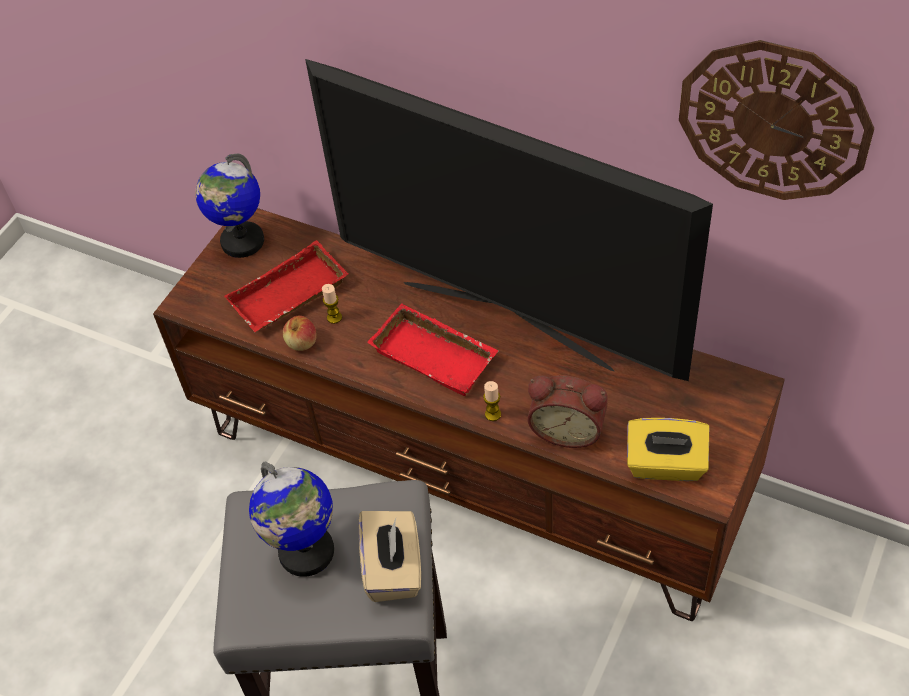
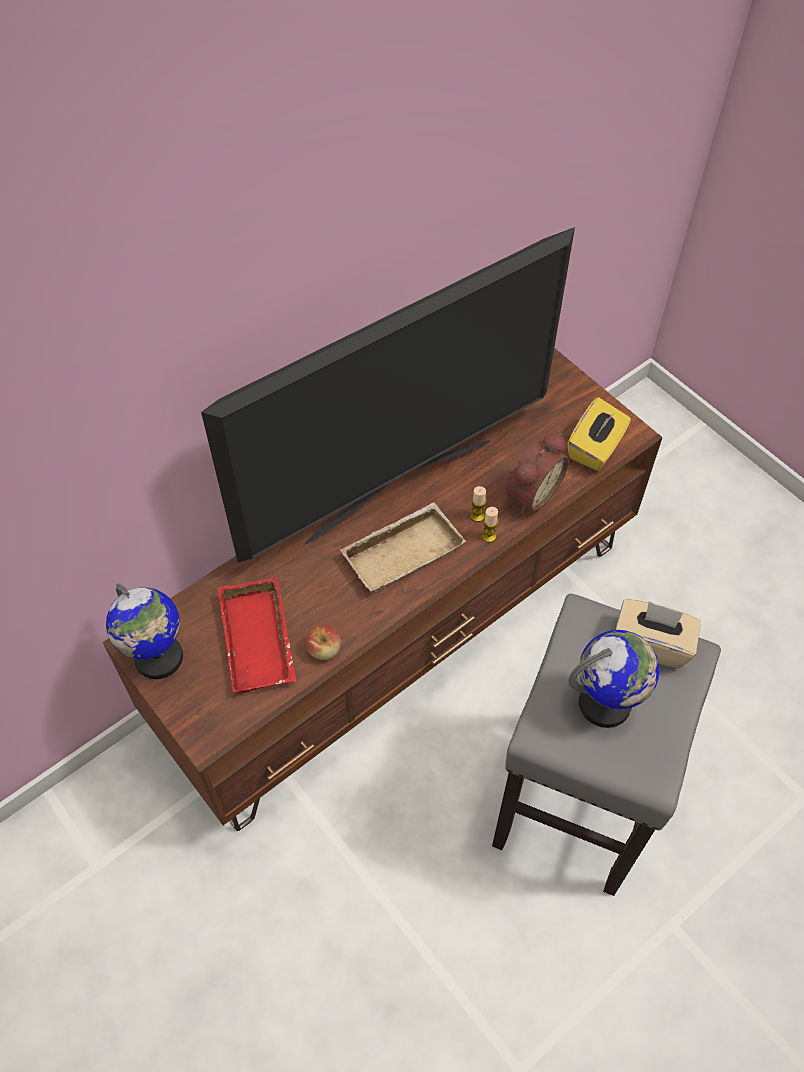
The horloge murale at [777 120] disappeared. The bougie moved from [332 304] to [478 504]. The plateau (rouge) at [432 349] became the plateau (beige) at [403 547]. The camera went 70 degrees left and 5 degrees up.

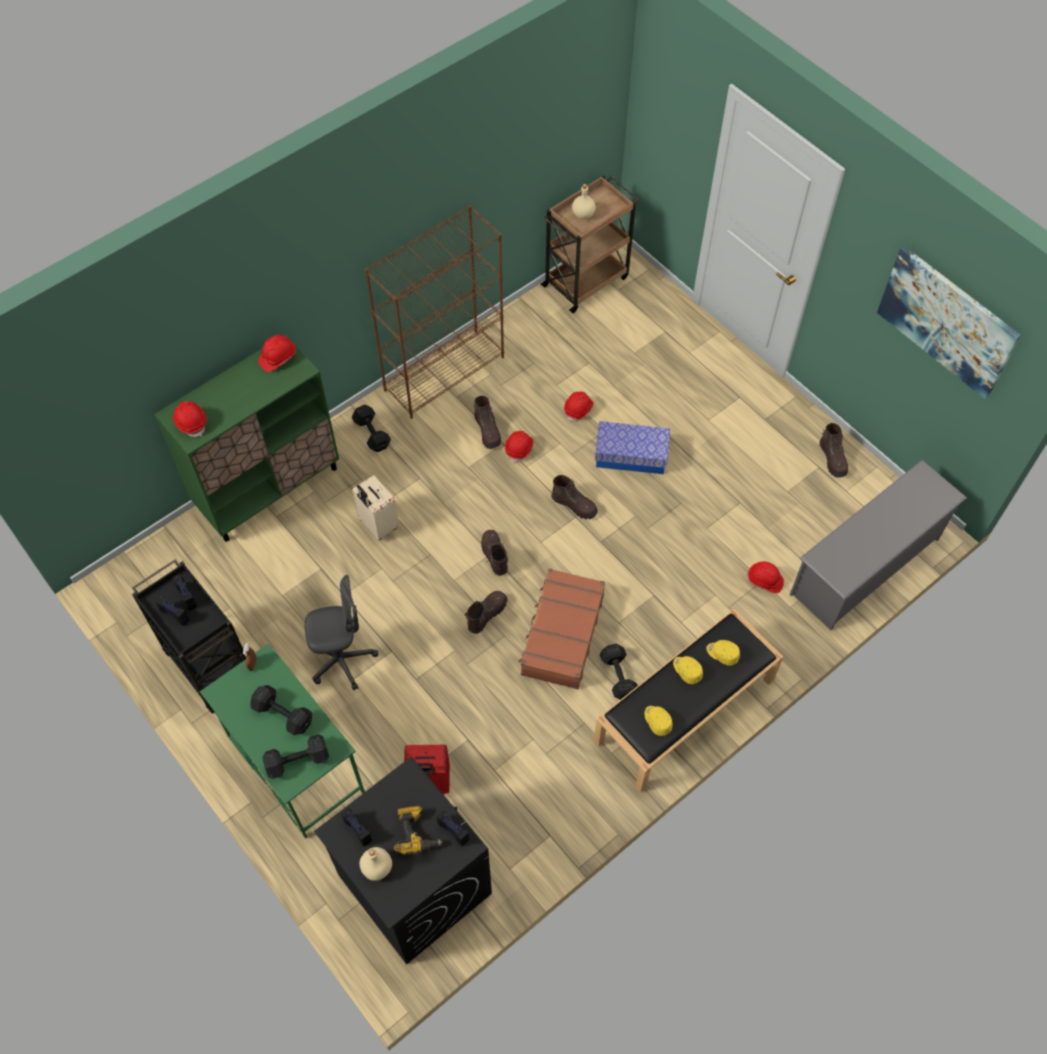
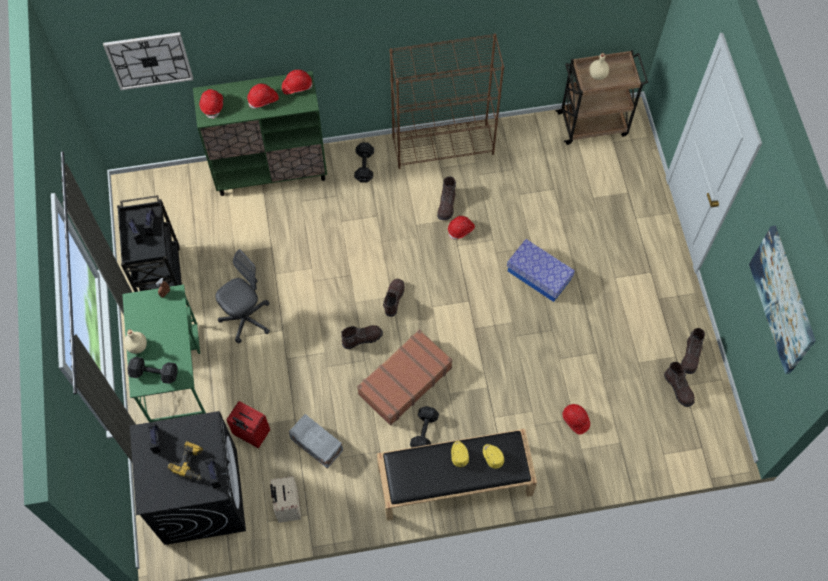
The casque de chantier (rouge) moved from [579 407] to [263 96]. The étagère à chaussures (gris) at [878 545] disappeared. The valise (beige) moved from [375 507] to [285 499]. The botte (marron) moved from [574 497] to [679 384]. The chaise de bureau (gris) at [341 632] turned 60 degrees counterclockwise. The haltère (noir) at [281 710] disappeared. The casquette (jaune) at [659 721] disappeared. The bouteille (beige) moved from [375 864] to [135 342]. The horloge murale at [148 61] appeared. The boîte de rangement (gris) at [316 441] appeared. The camera went 30 degrees right and 5 degrees up.

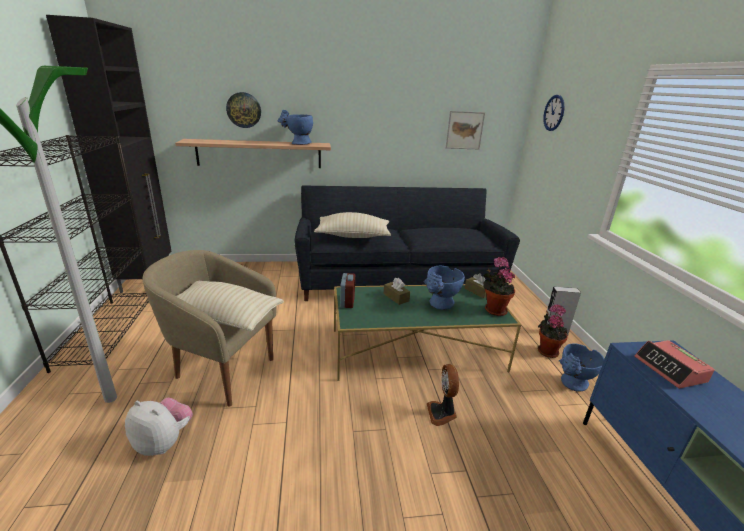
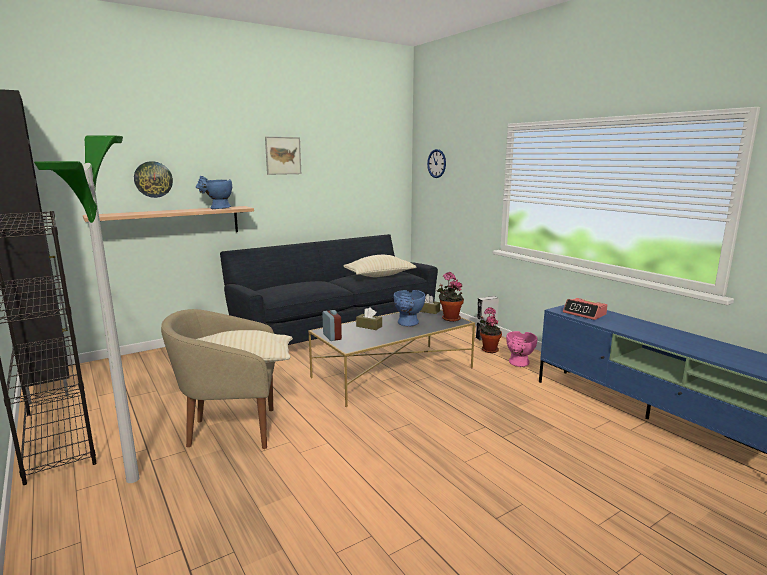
The tableau moved from [465 130] to [283 156]. The coussin (beige) moved from [352 225] to [379 266]. The table basse (vert) at [427 332] became the table basse (noir) at [391 358]. The vase (bleu) at [581 368] became the vase (rose) at [521 349]. The ventilateur at [443 395] disappeared. The peluche at [159 427] disappeared. The camera went 25 degrees left and 10 degrees down.

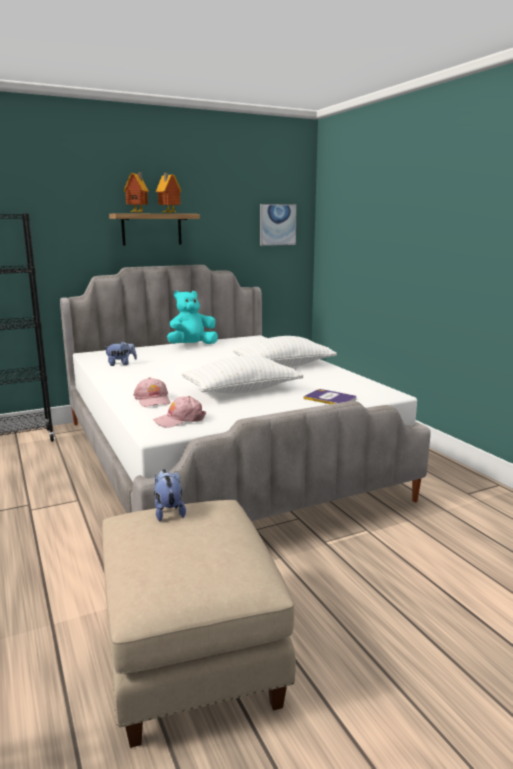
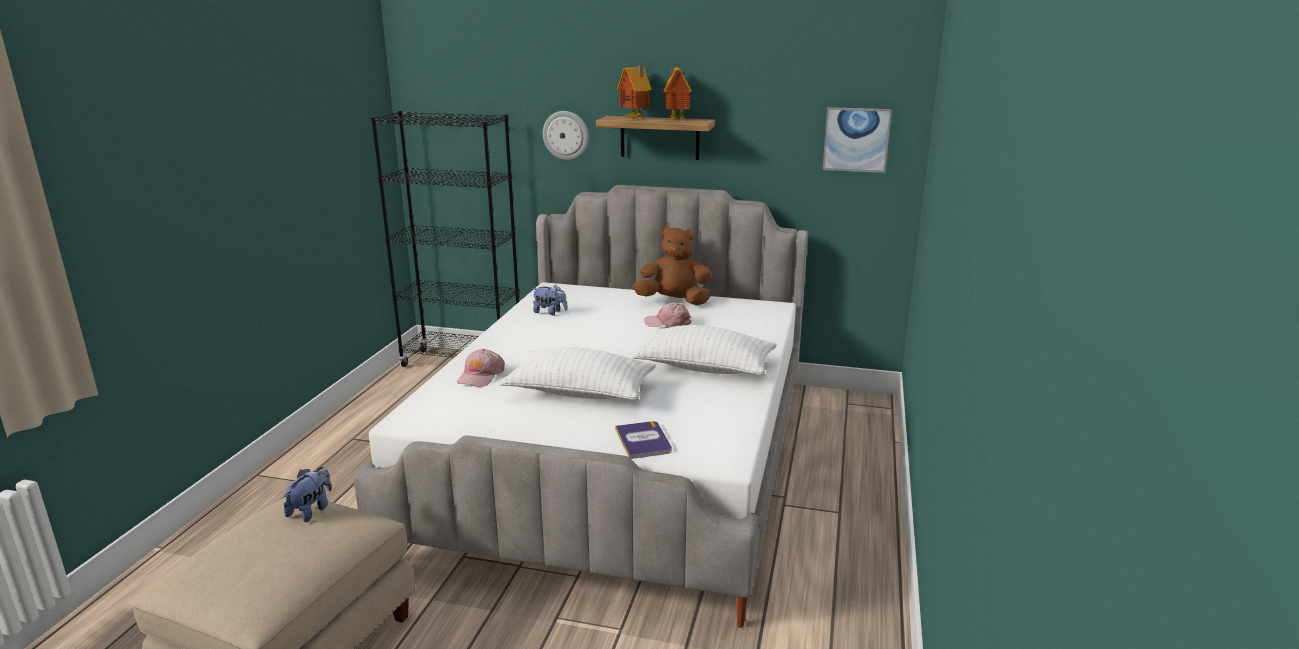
The peluche (turquoise) at [192 317] became the peluche (marron) at [672 265]. The casquette (rose) moved from [179 412] to [667 314]. The horloge murale at [566 135] appeared. The camera went 40 degrees right and 5 degrees up.

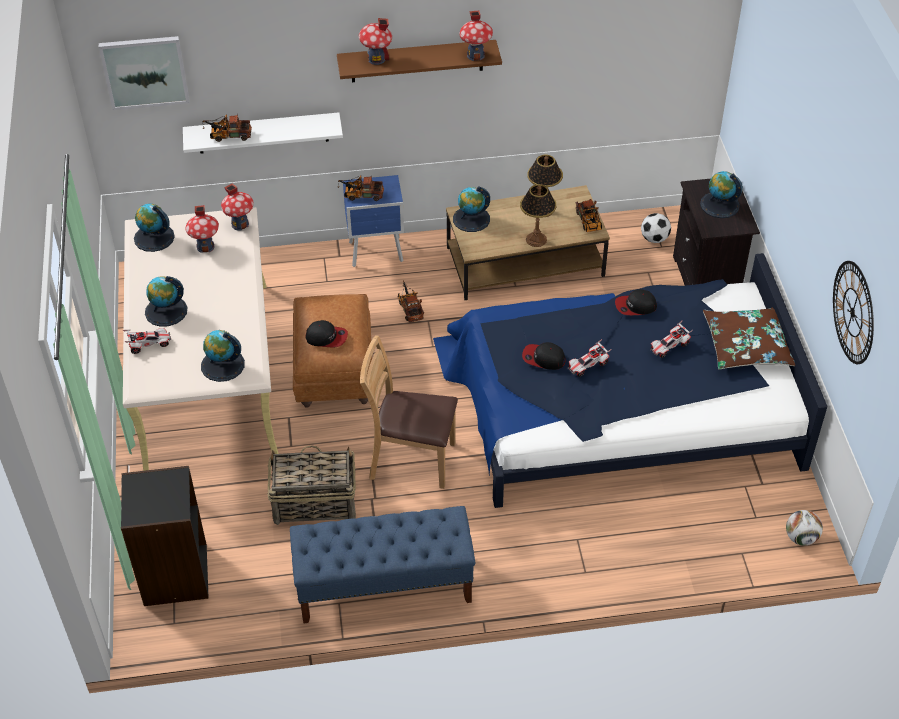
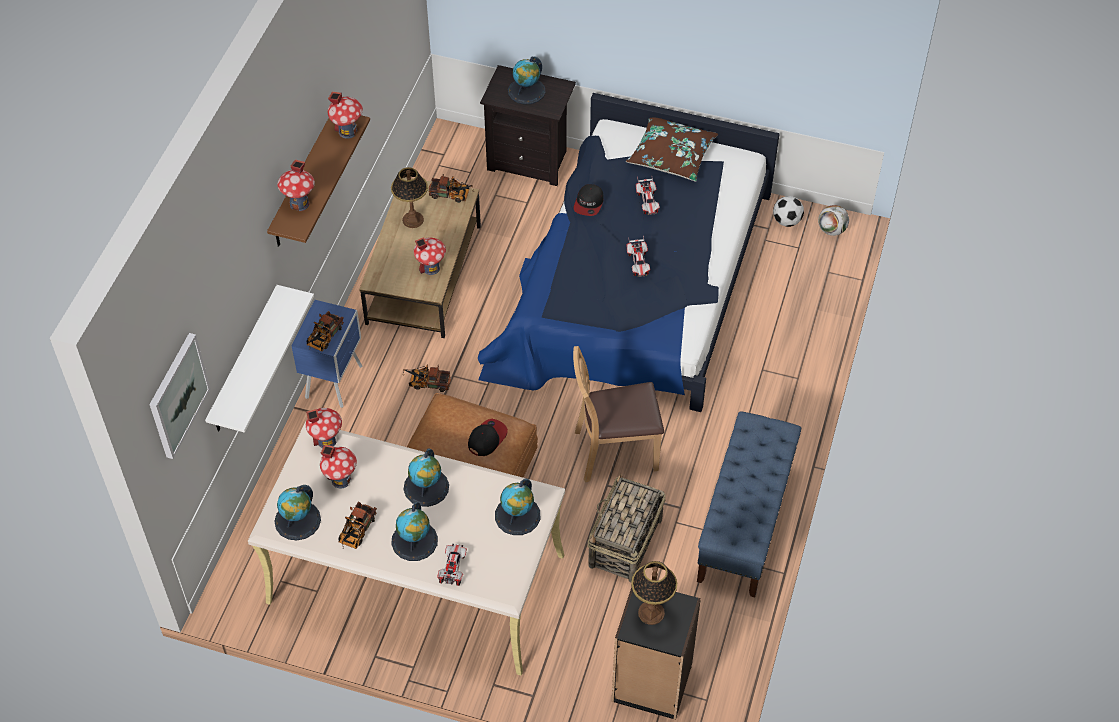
The camion jouet moved from [227 128] to [357 525]. The lampe de table moved from [538 215] to [654 593]. The globe moved from [471 209] to [426 478]. The ballon de foot moved from [656 228] to [788 211]. The horloge murale at [853 312] disappeared. The chaise (marron) at [409 412] turned 45 degrees clockwise. The casquette at [544 356] disappeared. The maison miniature at [430 256] appeared. The camera went 65 degrees left and 5 degrees up.

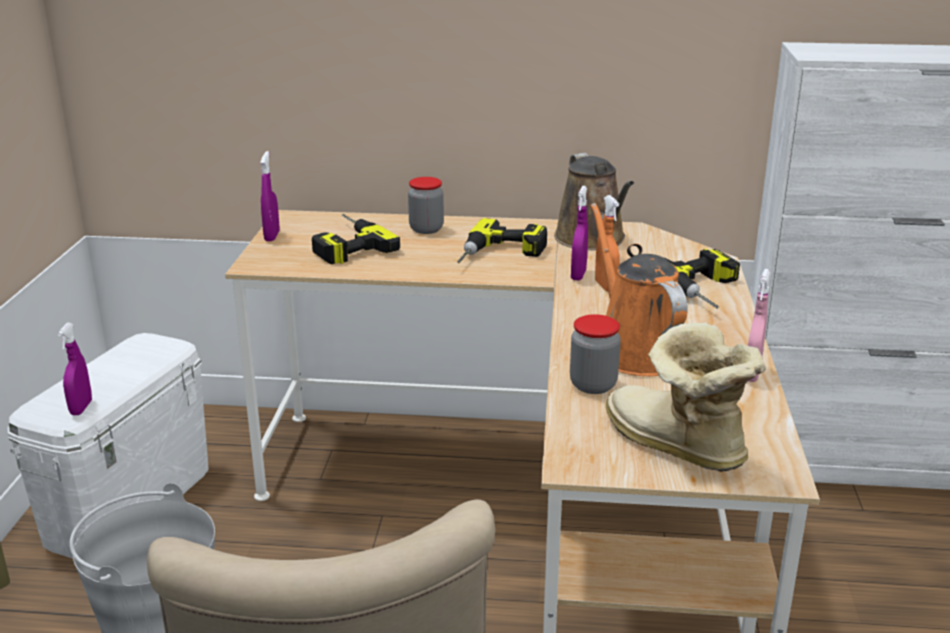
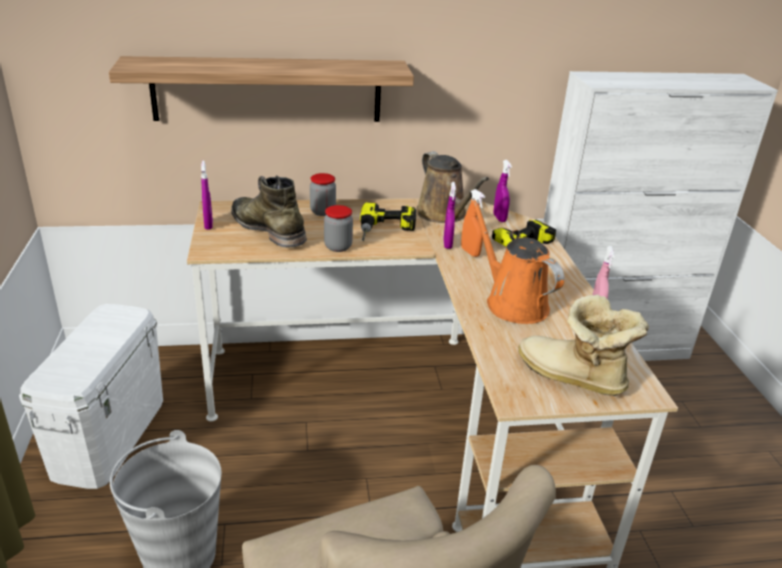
The perceuse at [356 239] was replaced by the botte (vert) at [269 211]. The bocal moved from [595 354] to [338 228]. The vaporisateur (violet) moved from [75 369] to [503 191]. The étagère at [261 89] appeared. The camera went 15 degrees left and 5 degrees up.

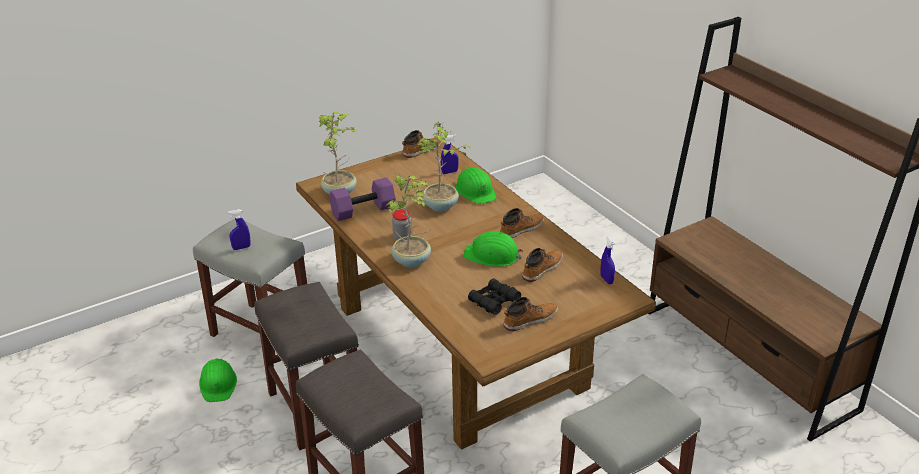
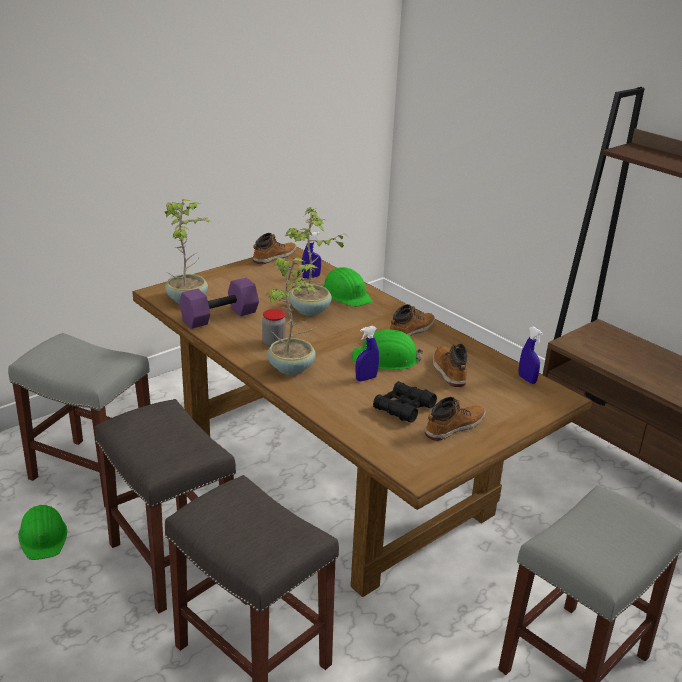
The vaporisateur (bleu) moved from [239 229] to [367 354]. The botte at [542 265] turned 45 degrees counterclockwise. The camera went 10 degrees left and 5 degrees down.

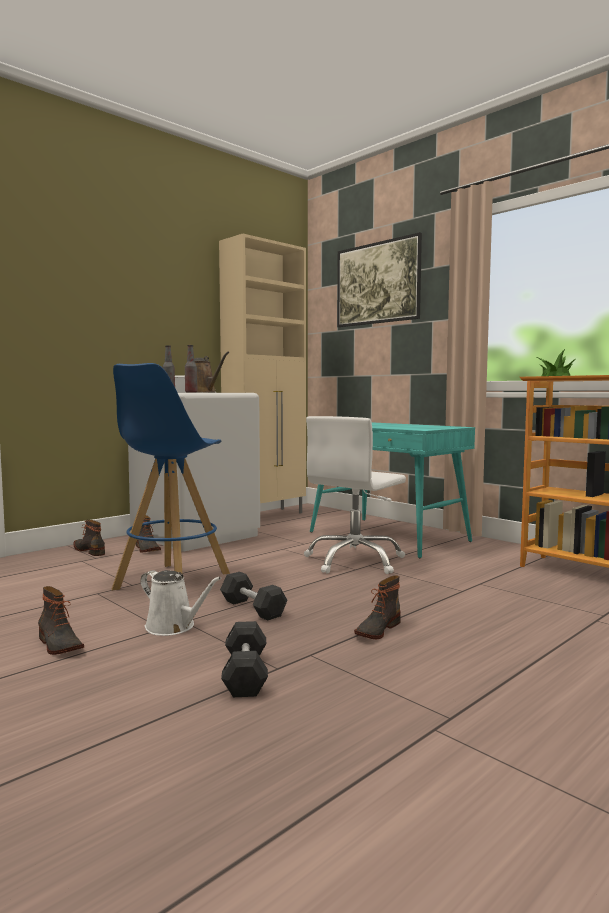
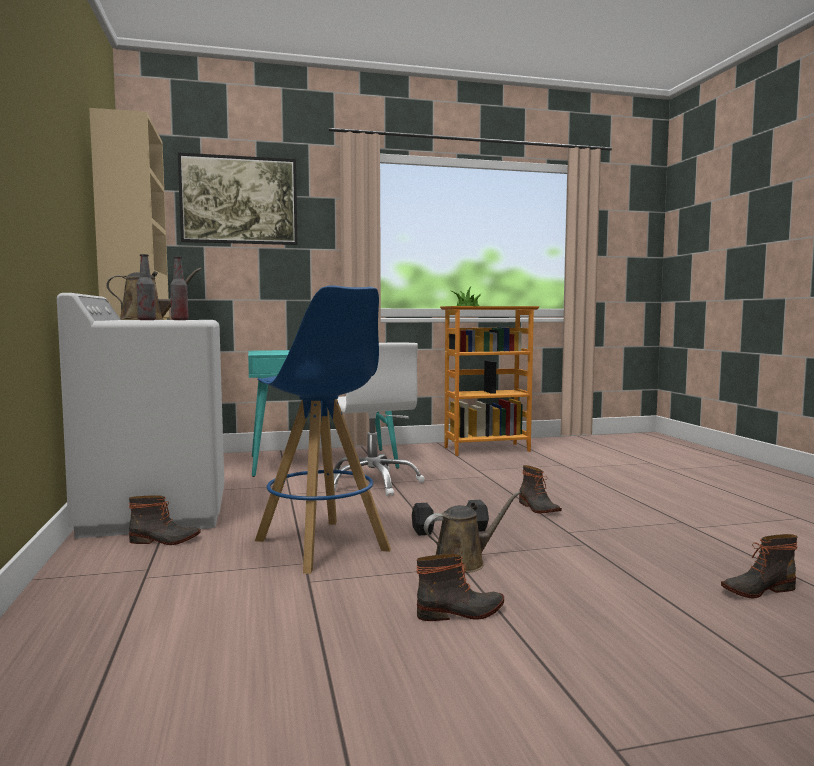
The botte moved from [89 538] to [759 566]. The arrosoir (blanc) at [180 603] became the arrosoir (marron) at [472 532]. The haltère (gris) at [244 659] disappeared. The camera went 60 degrees left and 0 degrees up.

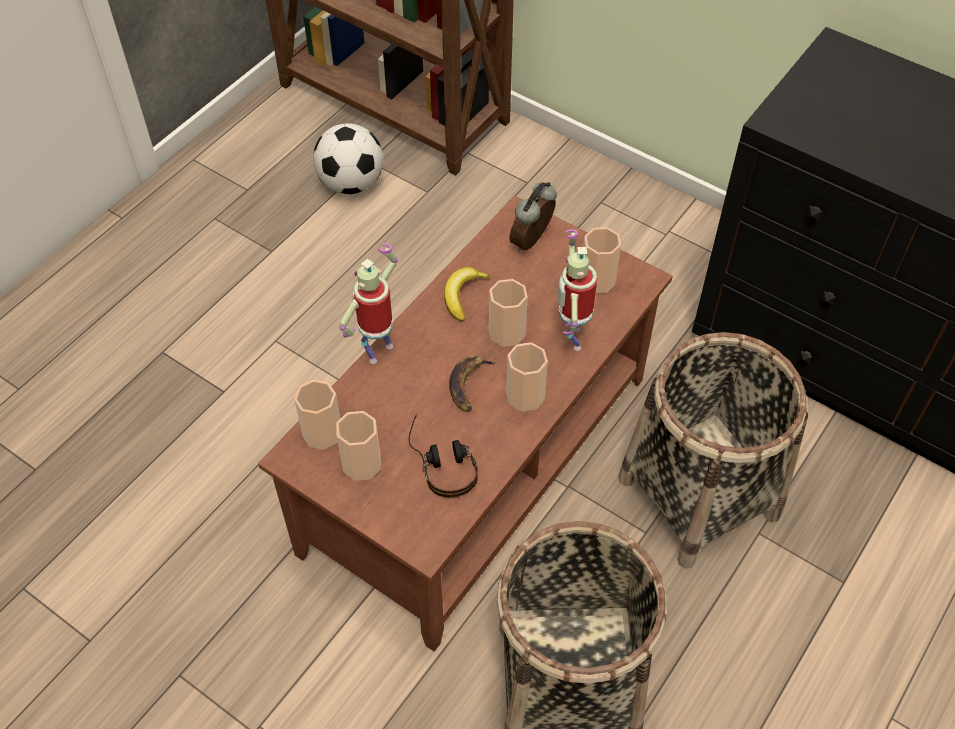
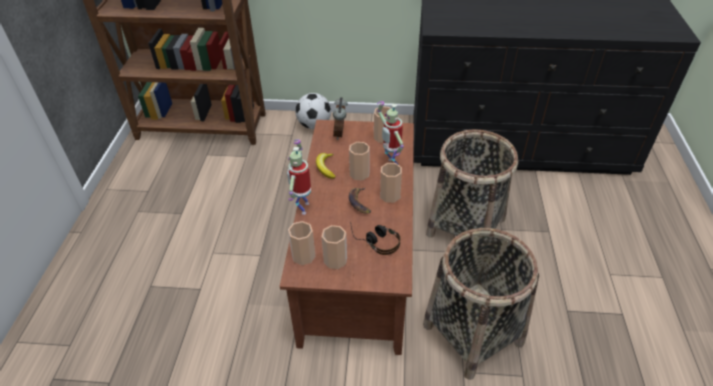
The ballon de foot moved from [348 158] to [313 111]. The camera went 30 degrees left and 10 degrees down.

